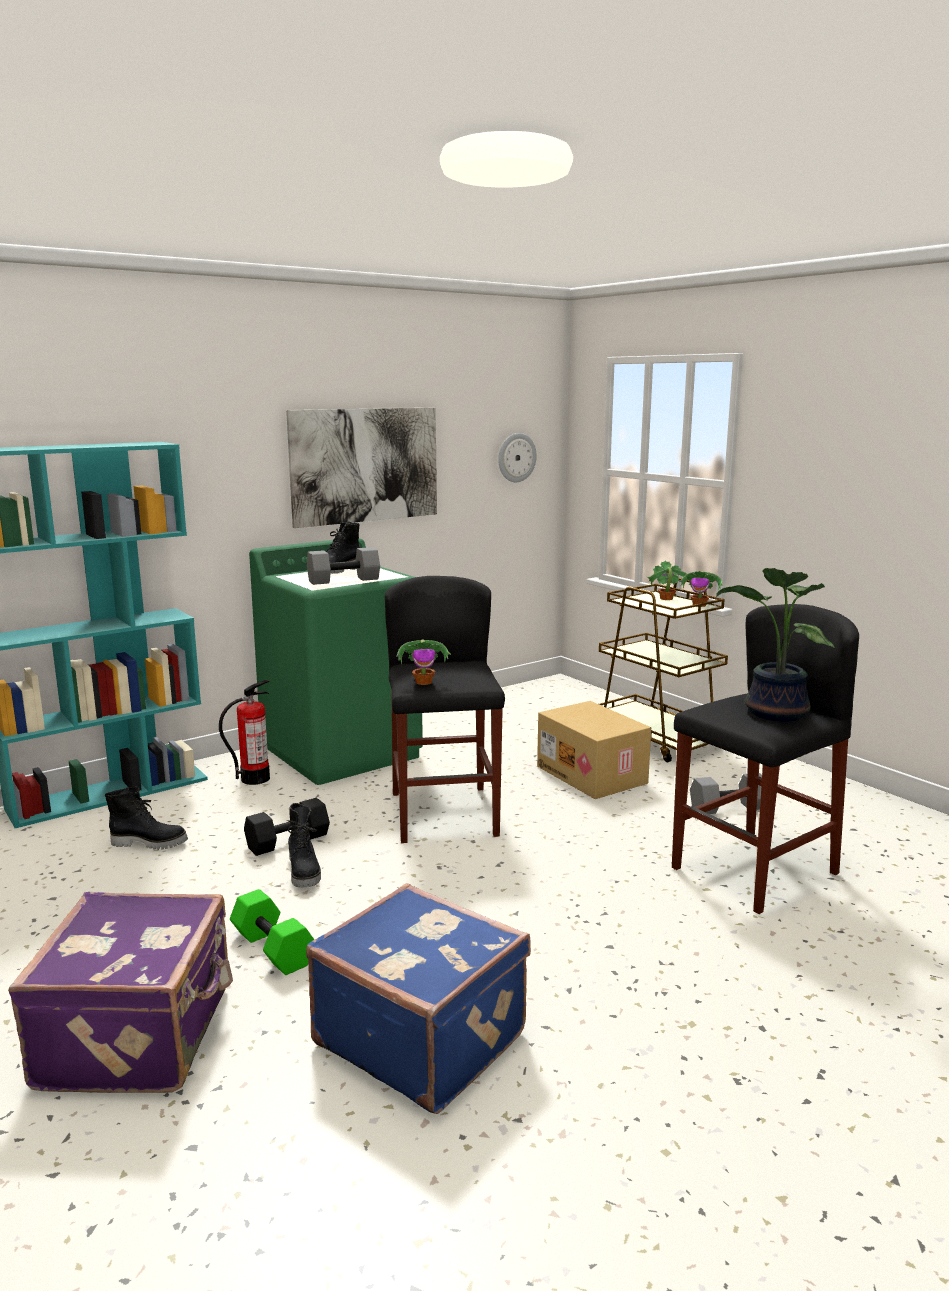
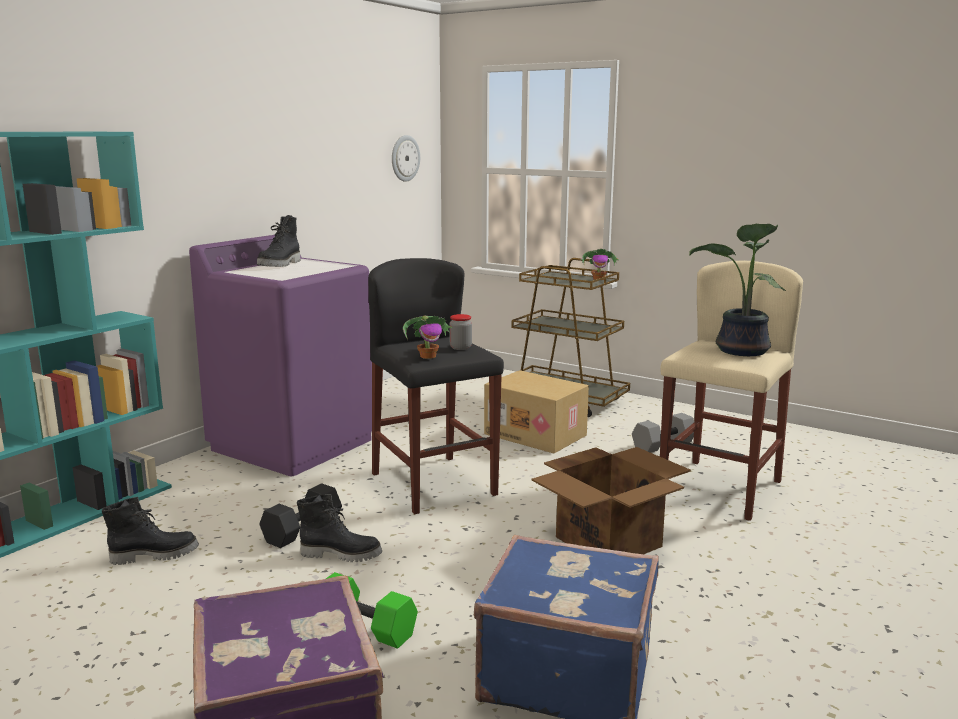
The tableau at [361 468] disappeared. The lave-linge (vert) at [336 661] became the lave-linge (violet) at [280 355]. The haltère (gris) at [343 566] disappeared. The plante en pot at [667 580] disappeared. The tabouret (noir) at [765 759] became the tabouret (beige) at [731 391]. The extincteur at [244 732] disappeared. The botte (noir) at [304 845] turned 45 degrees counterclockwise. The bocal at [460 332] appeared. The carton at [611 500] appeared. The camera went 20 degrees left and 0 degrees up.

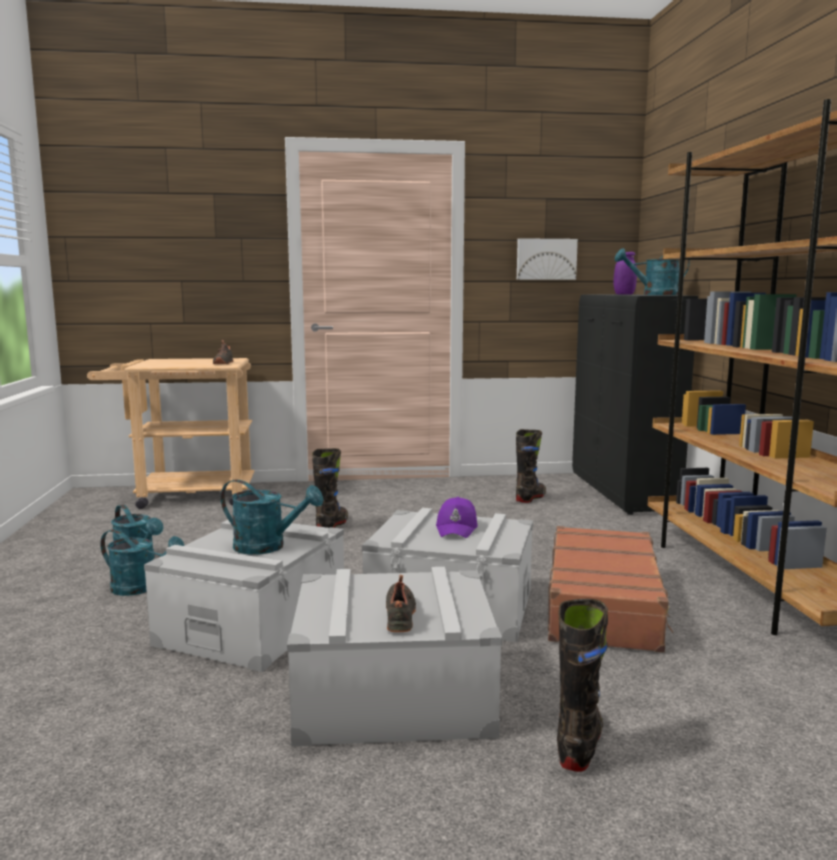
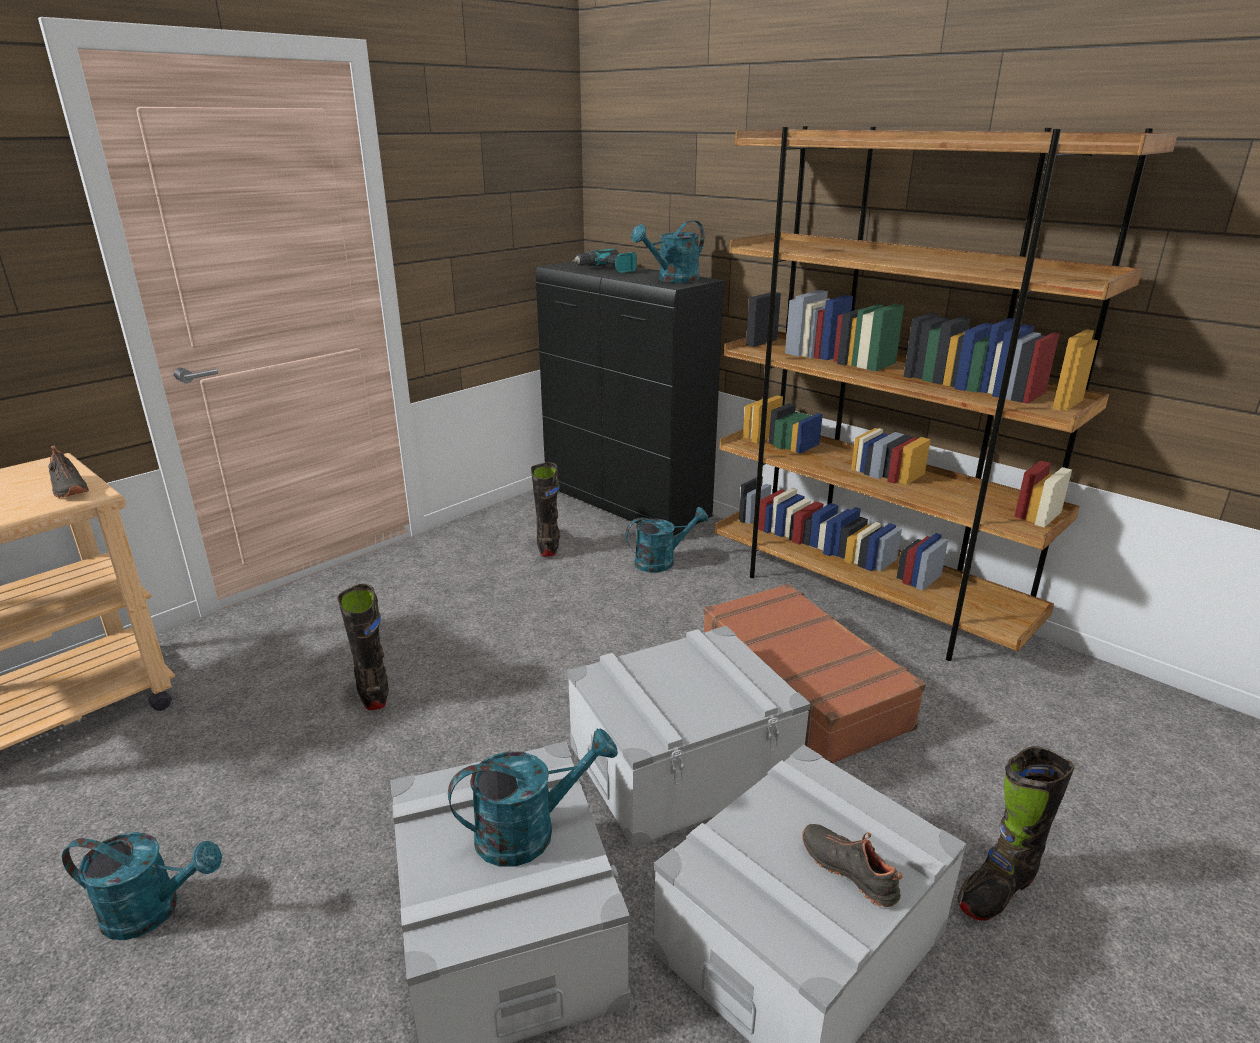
The tableau at [547 259] disappeared. The bocal (violet) at [625 273] was replaced by the perceuse at [604 260]. The casquette (violet) at [457 517] disappeared. The arrosoir (turquoise) moved from [142 562] to [667 539]. The botte (noir) at [582 685] turned 105 degrees counterclockwise. The camera went 40 degrees left and 15 degrees up.

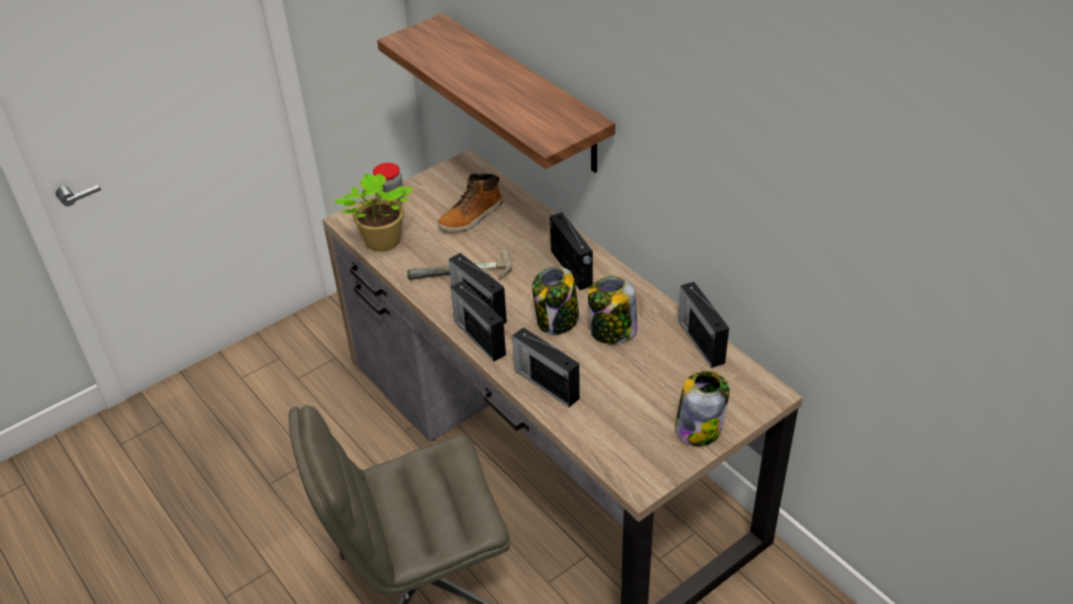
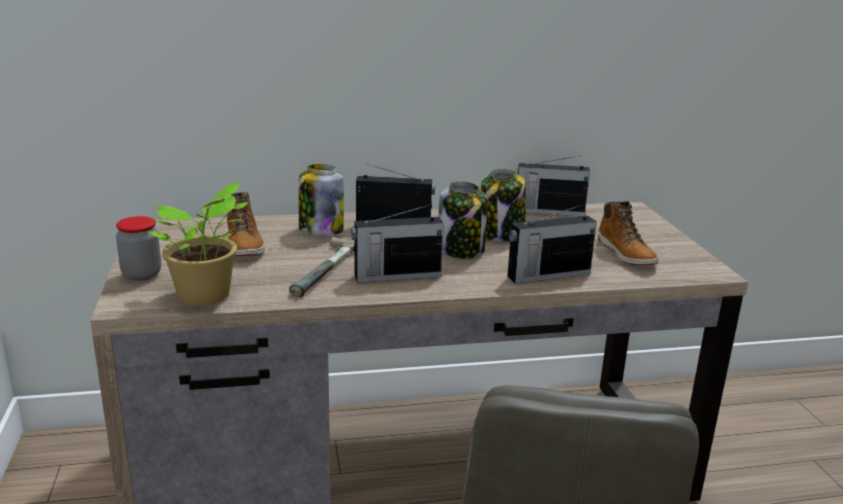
The étagère at [496 93] disappeared. The radio at [478 321] disappeared. The bocal moved from [702 408] to [321 200]. The botte at [628 233] appeared. The camera went 65 degrees left and 20 degrees down.

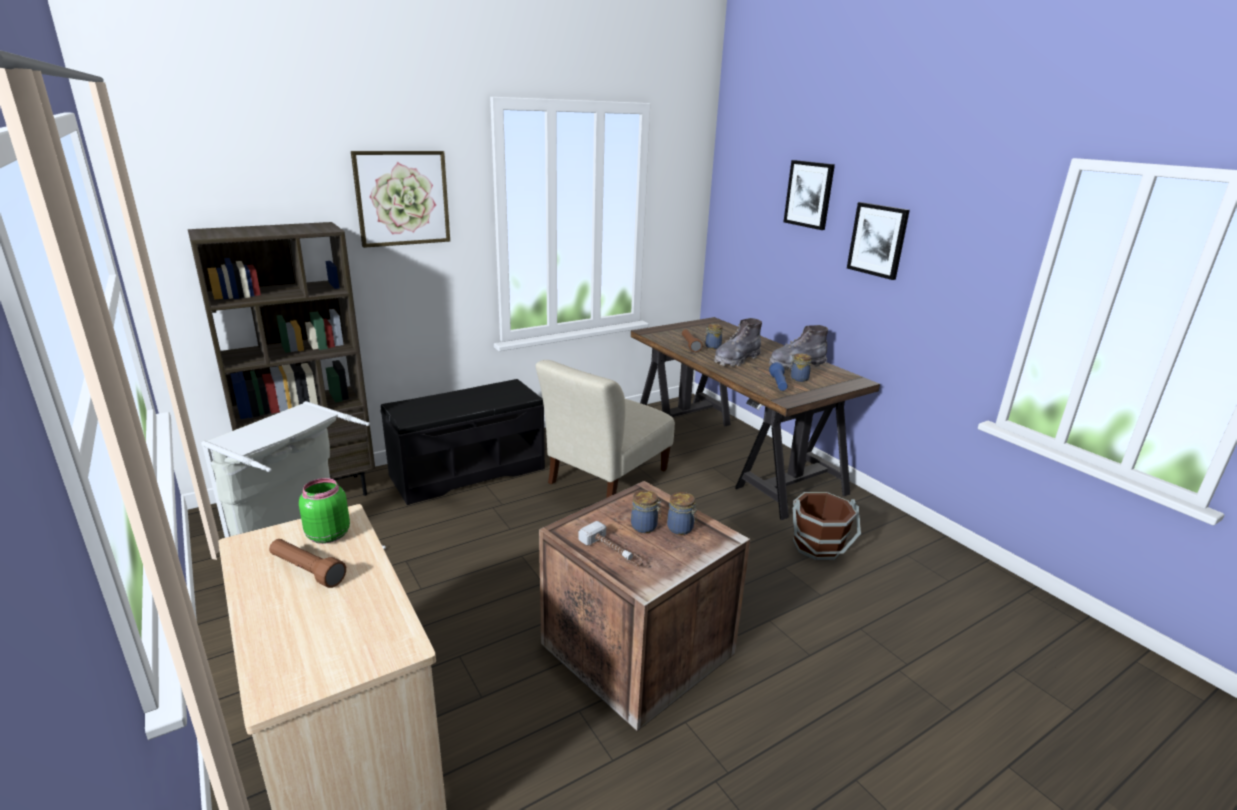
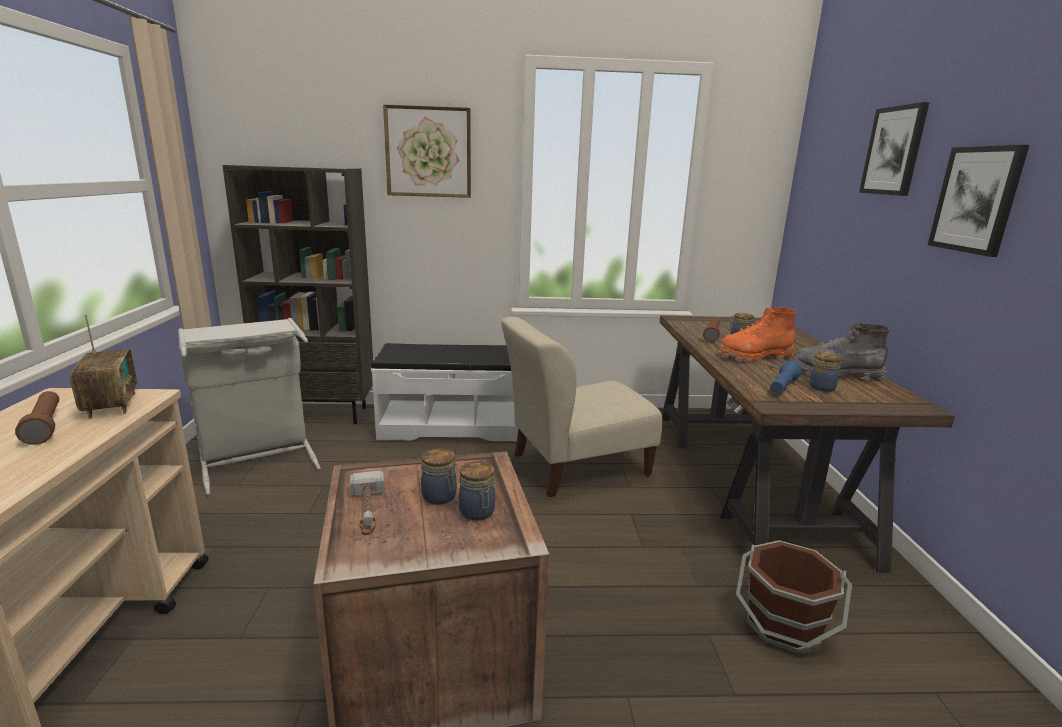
The botte (gris) at [738 342] became the botte (orange) at [757 334]. The banc (noir) at [462 442] became the banc (blanc) at [444 392]. The bocal (vert) at [324 511] was replaced by the radio at [103 366]. The camera went 30 degrees right and 5 degrees down.

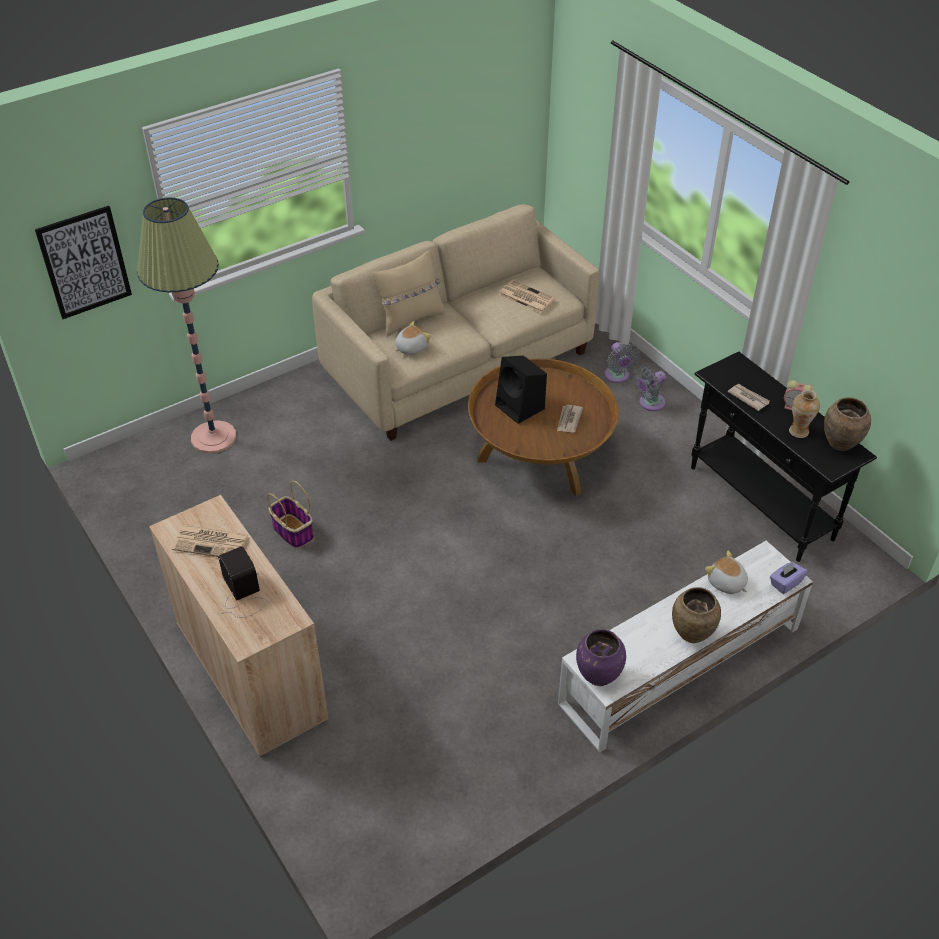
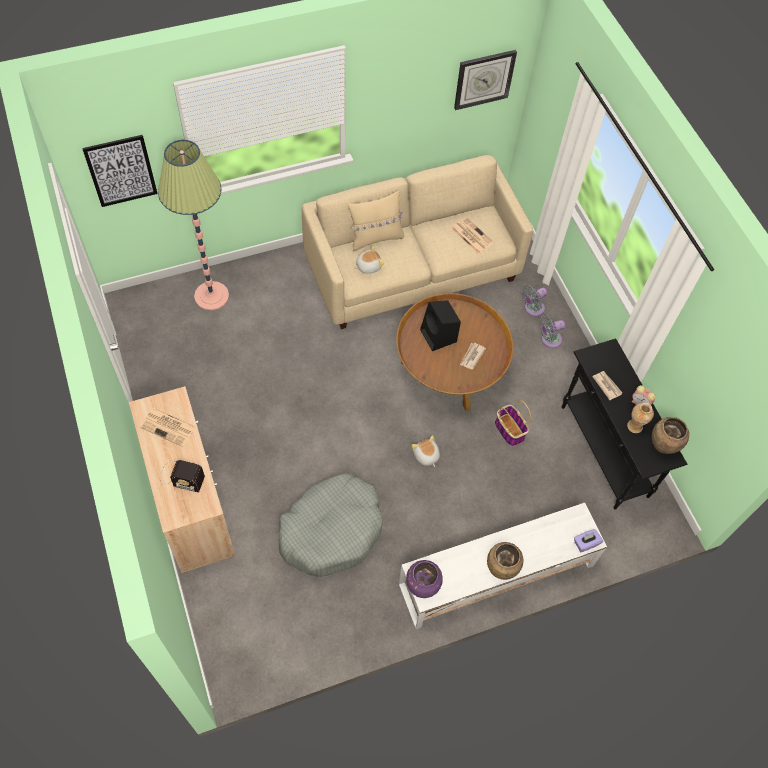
The ventilateur (gris) at [622 362] turned 60 degrees clockwise. The panier moved from [290 515] to [513 423]. The radio at [243 582] turned 120 degrees clockwise. The peluche moved from [726 572] to [426 451]. The horloge murale at [485 80] appeared. The panier pour chien (gris) at [331 525] appeared. The camera went 10 degrees right and 15 degrees up.

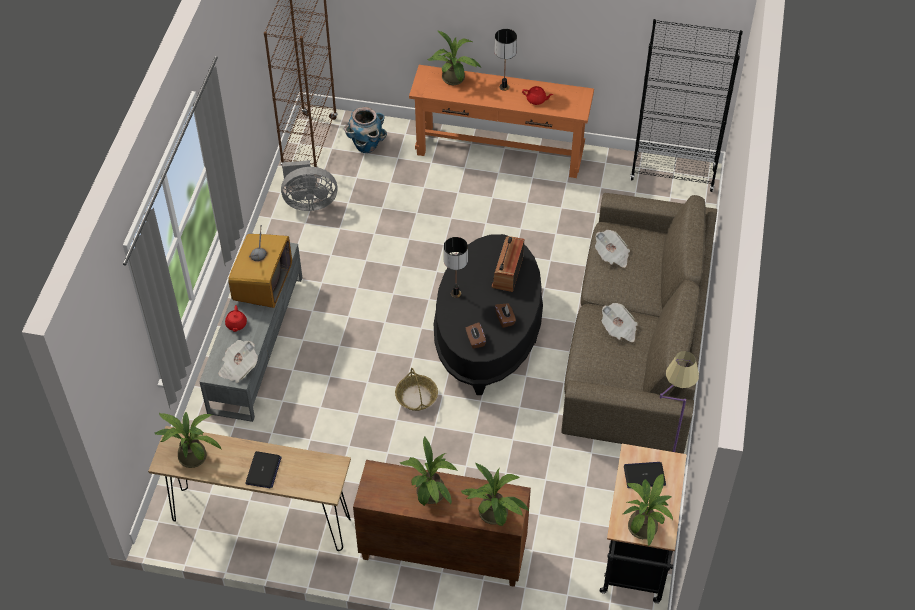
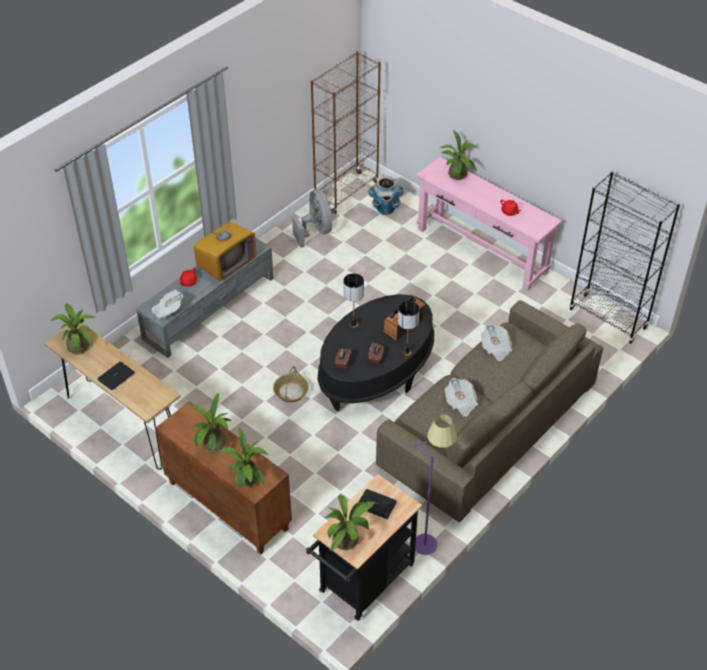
The lampe de table moved from [505 60] to [408 328]. The table console (orange) at [501 121] became the table console (rose) at [489 224]. The ventilateur (gris) at [309 185] turned 135 degrees counterclockwise. The camera went 30 degrees right and 5 degrees down.

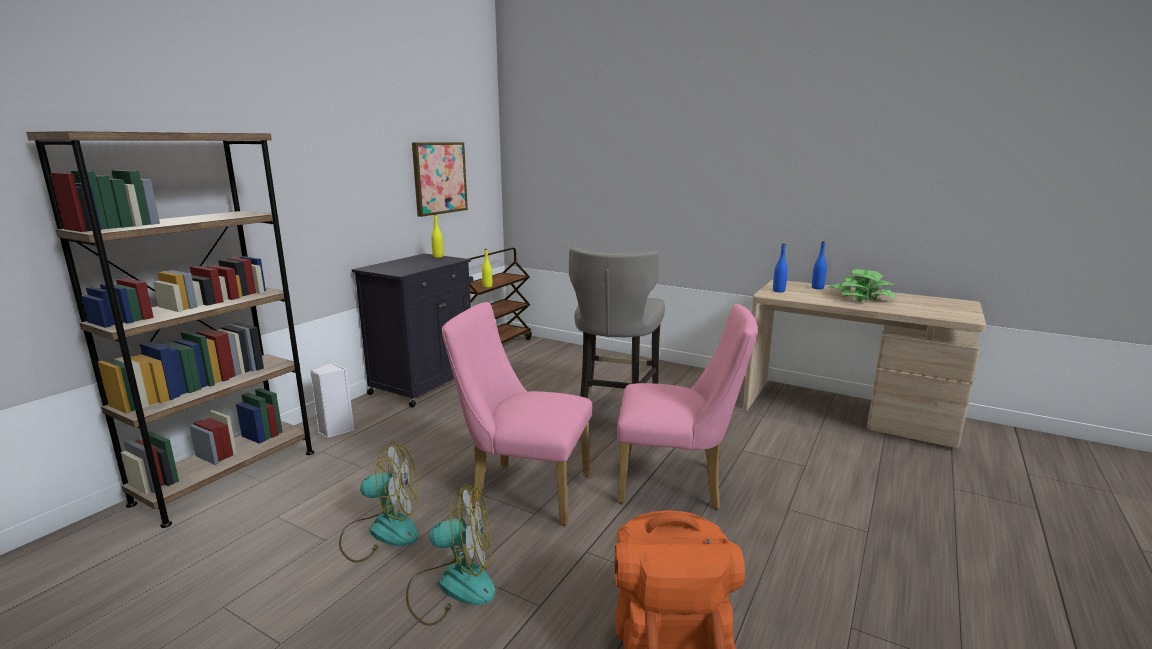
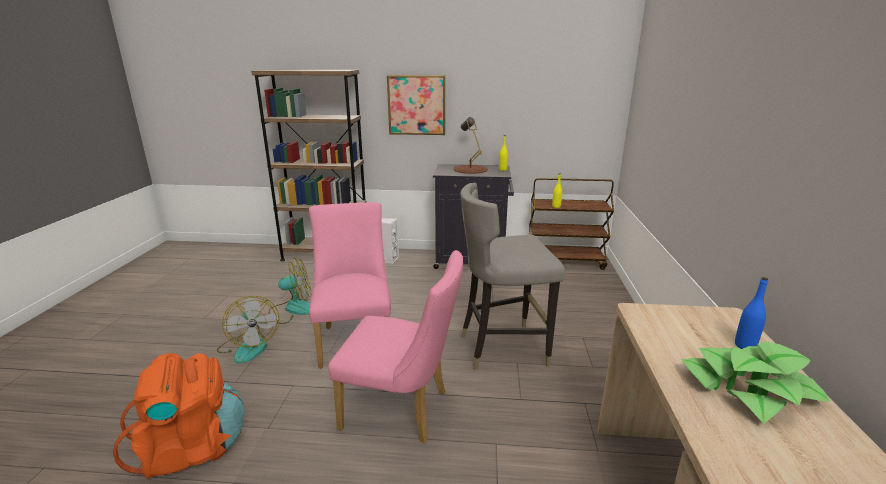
The tableau moved from [440 179] to [416 105]. The bouteille (bleu) at [780 268] disappeared. The chaise (rose) at [687 407] turned 60 degrees counterclockwise. The ventilateur at [379 503] turned 75 degrees counterclockwise. The lampe de table (marron) at [471 145] appeared. The camera went 65 degrees right and 5 degrees up.

